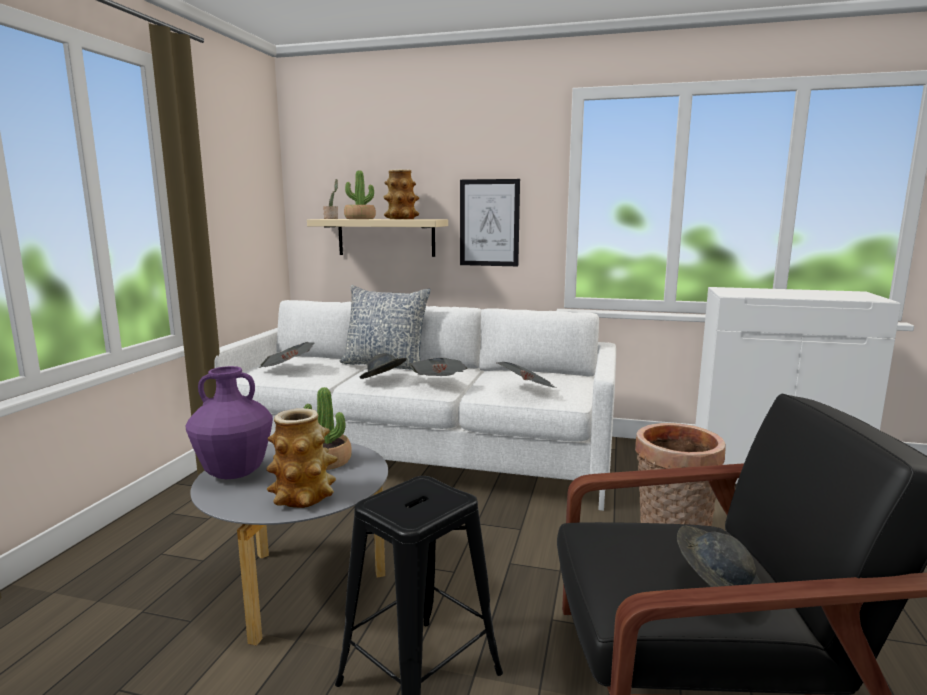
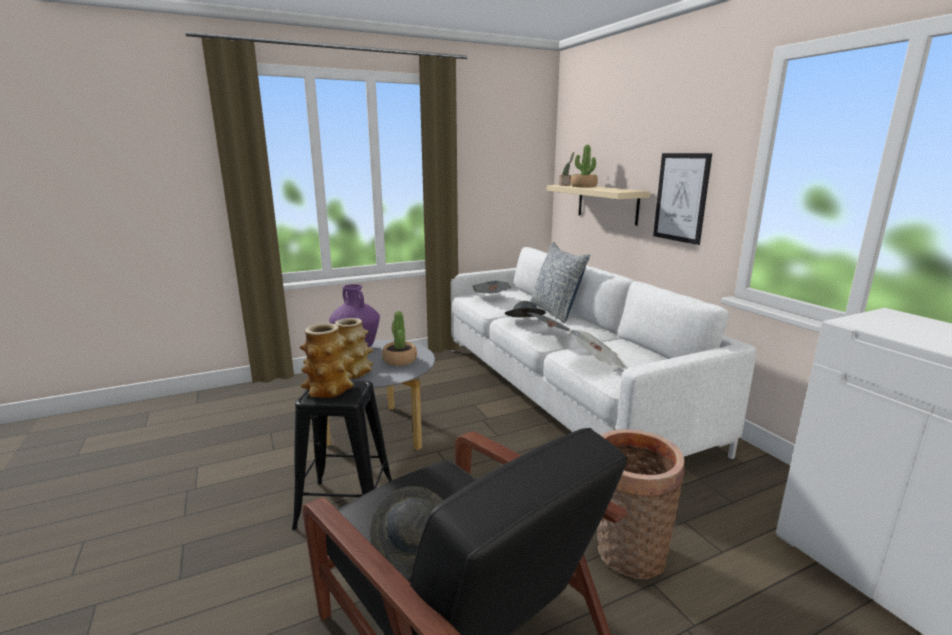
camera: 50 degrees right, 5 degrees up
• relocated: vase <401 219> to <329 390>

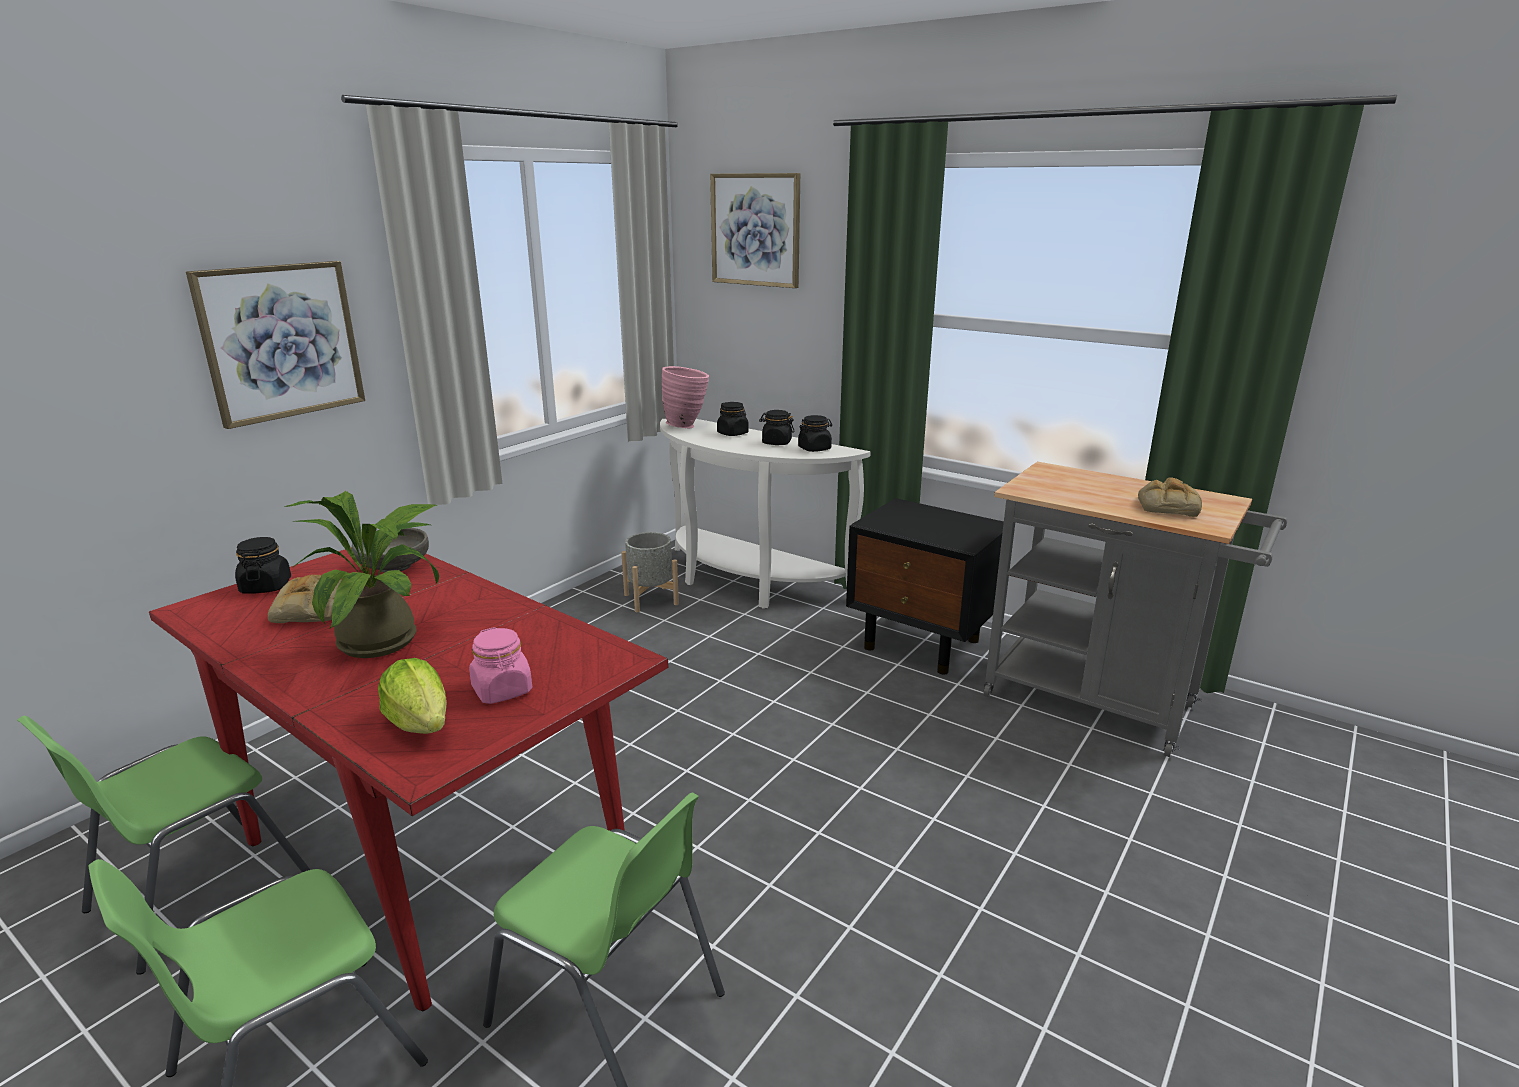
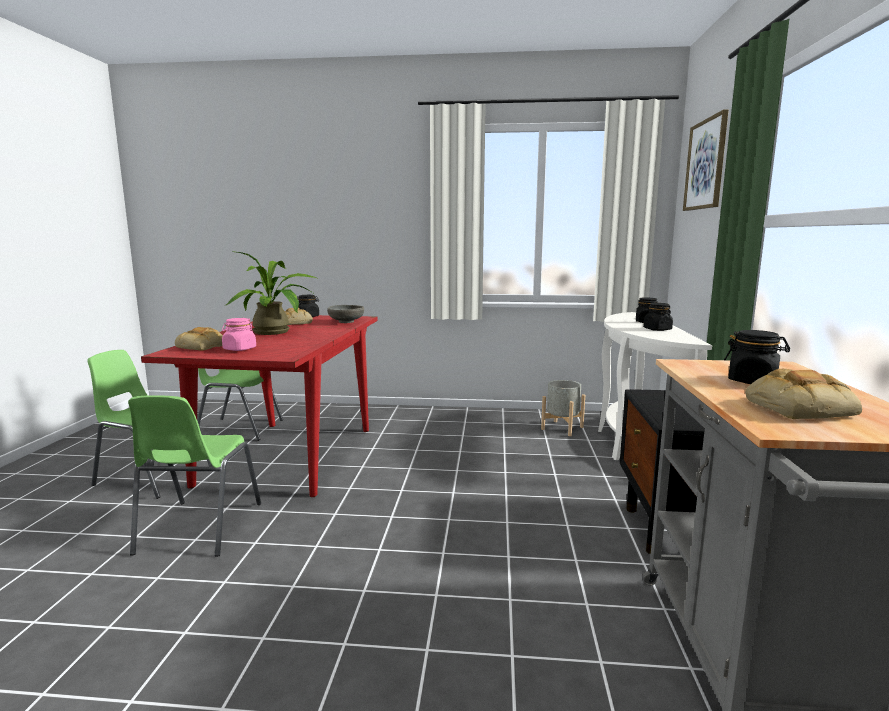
camera: 60 degrees right, 10 degrees down
• missing: picture <281 341>
• missing: pink-coloured vase <687 426>
• relocated: black jar <814 449> to <752 381>
• exchanged: lettuce head <421 723> to baked bread <204 346>

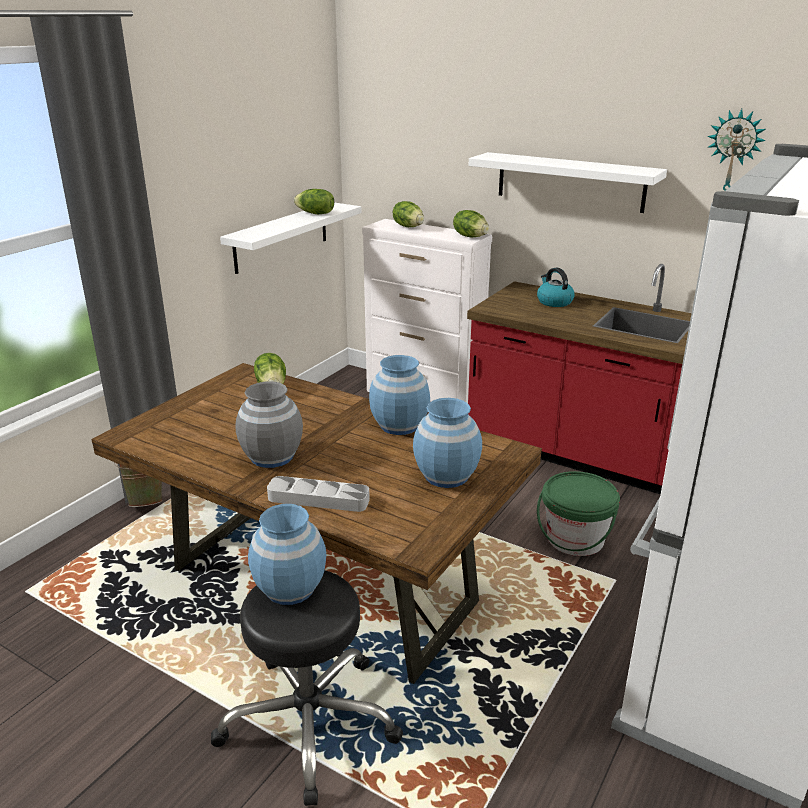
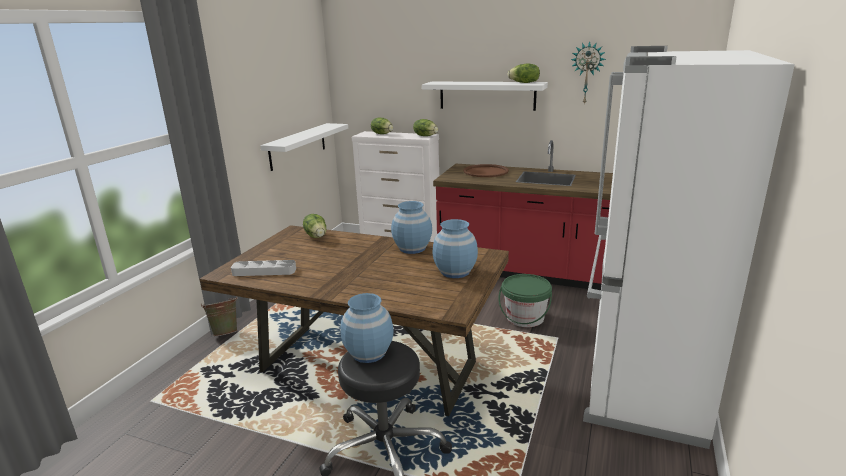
camera: 10 degrees left, 5 degrees down
• relocated: lettuce head <315 214> to <524 83>
• exchanged: tea kettle <554 302> to brown-coloured serving tray <486 171>
• missing: greyish vase <272 456>
• relocated: greyish serving tray <318 499> to <264 271>

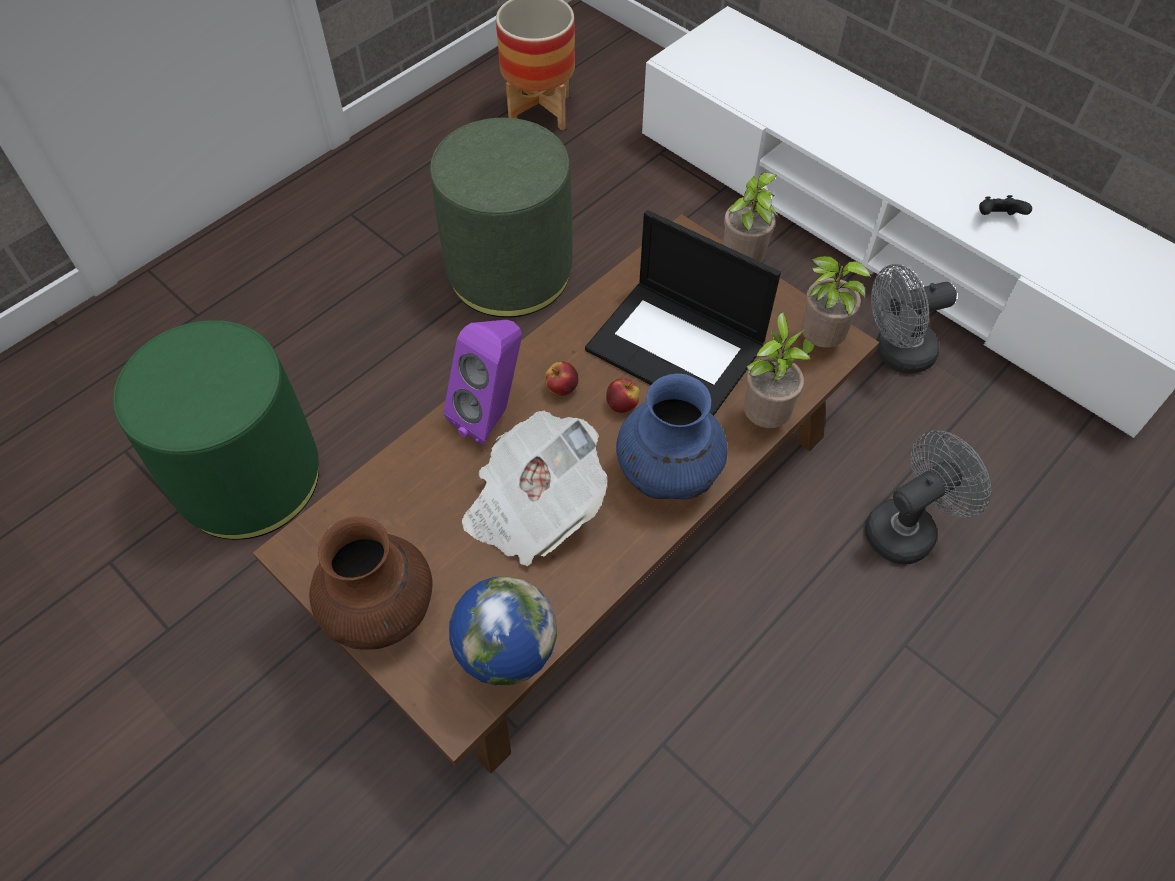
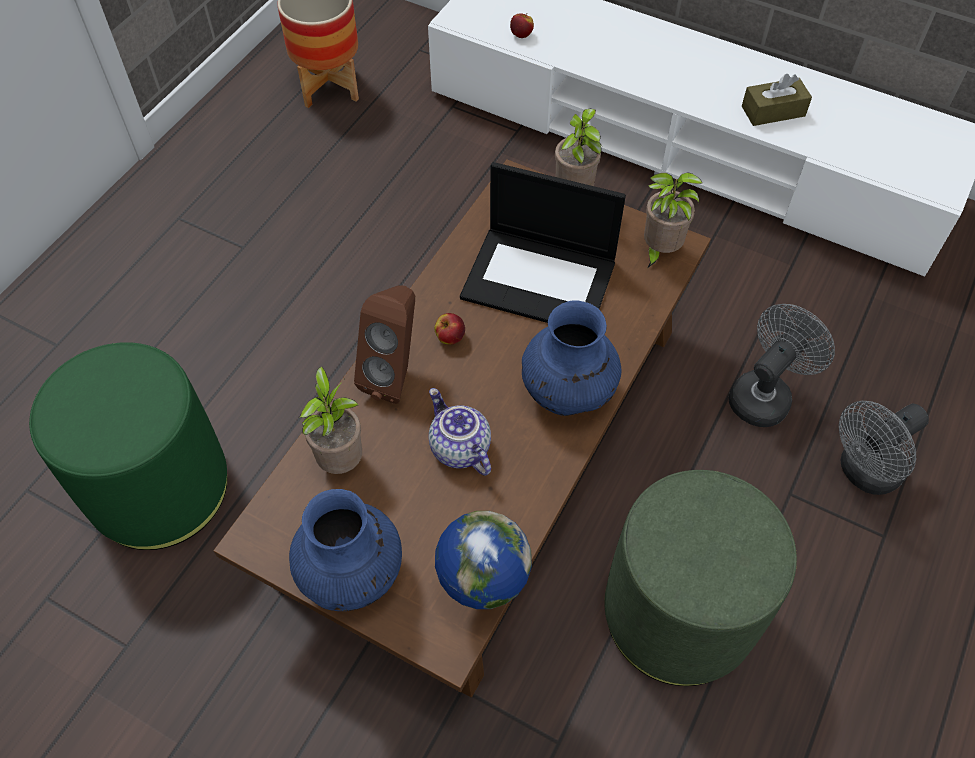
camera: 15 degrees left, 0 degrees up
• relocated: greenish footrest <509 271> to <678 613>
• exchanged: black game controller <996 218> to brown-coloured box of tissues <773 111>
• relocated: greyish electric fan <895 353> to <863 473>
• relocated: houseplant <764 417> to <341 460>
• colour: purple speaker <492 414> to brown-coloured speaker <395 374>
• relocated: whole apple <622 405> to <521 35>
• exchanged: newspaper <533 507> to tea pot <458 448>
• colour: brown-coloured vase <381 612> to blue vase <352 575>

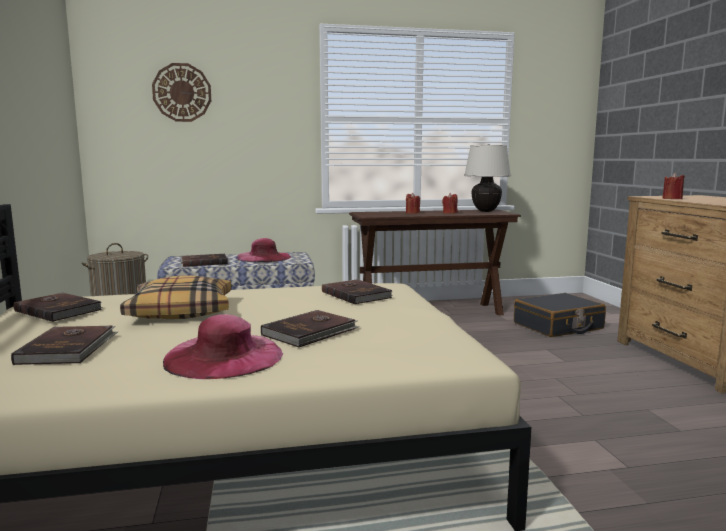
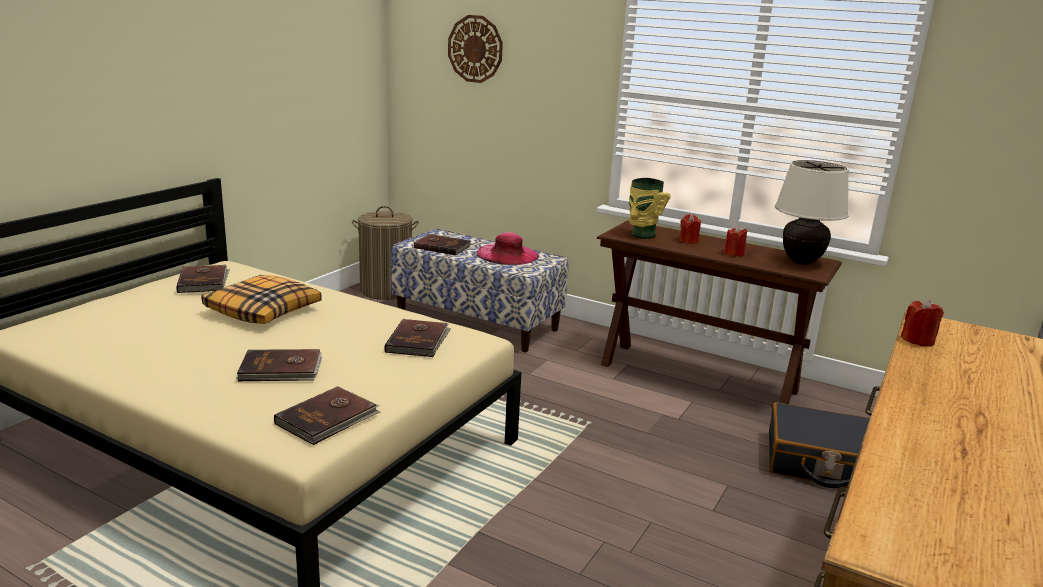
camera: 40 degrees right, 10 degrees up
• missing: pink-coloured hat <224 356>
• relocated: brown-coloured bound book <69 348> to <328 419>
• appeared: vase <641 235>

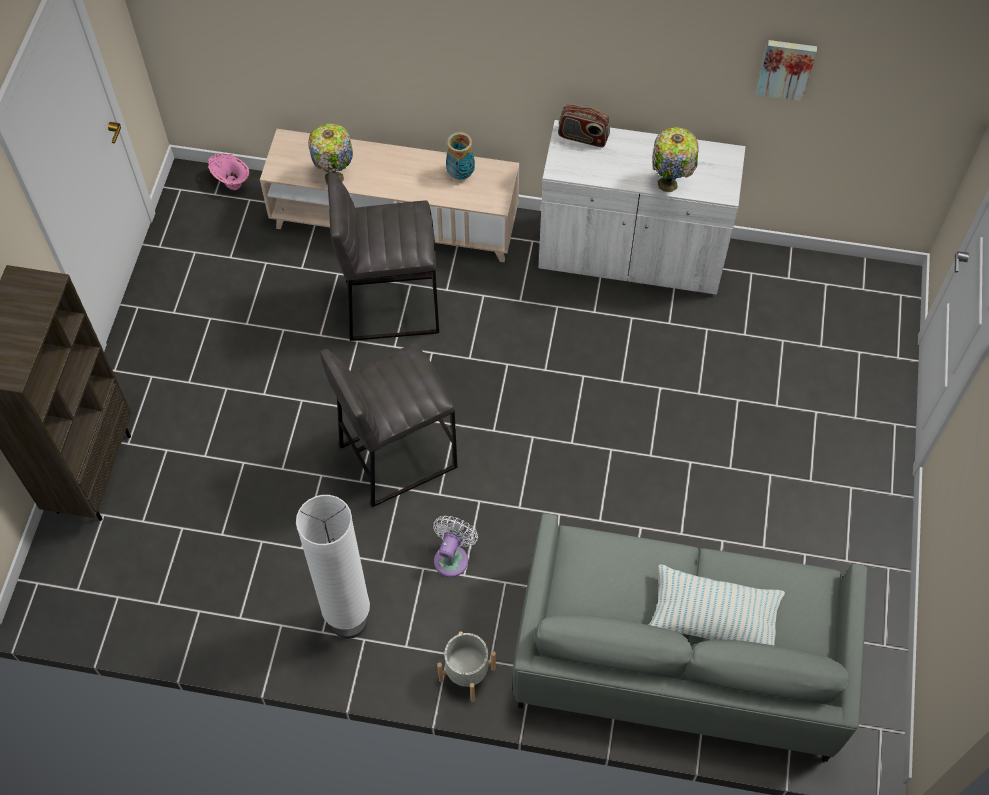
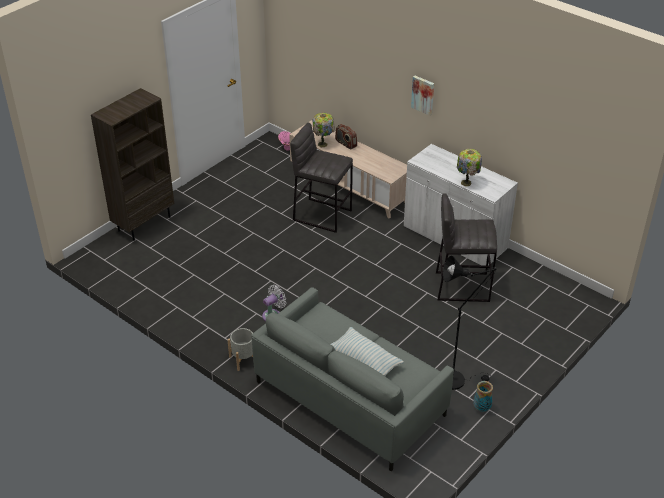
camera: 30 degrees right, 20 degrees down
• relocated: picture <786 68> to <423 94>
• relocated: radio <583 137> to <346 144>
• relocated: vase <460 174> to <481 408>
• relocated: greyish sitting stool <396 456> to <461 286>
• missing: white-coloured floor lamp <349 621>
• appeared: black floor lamp <457 379>

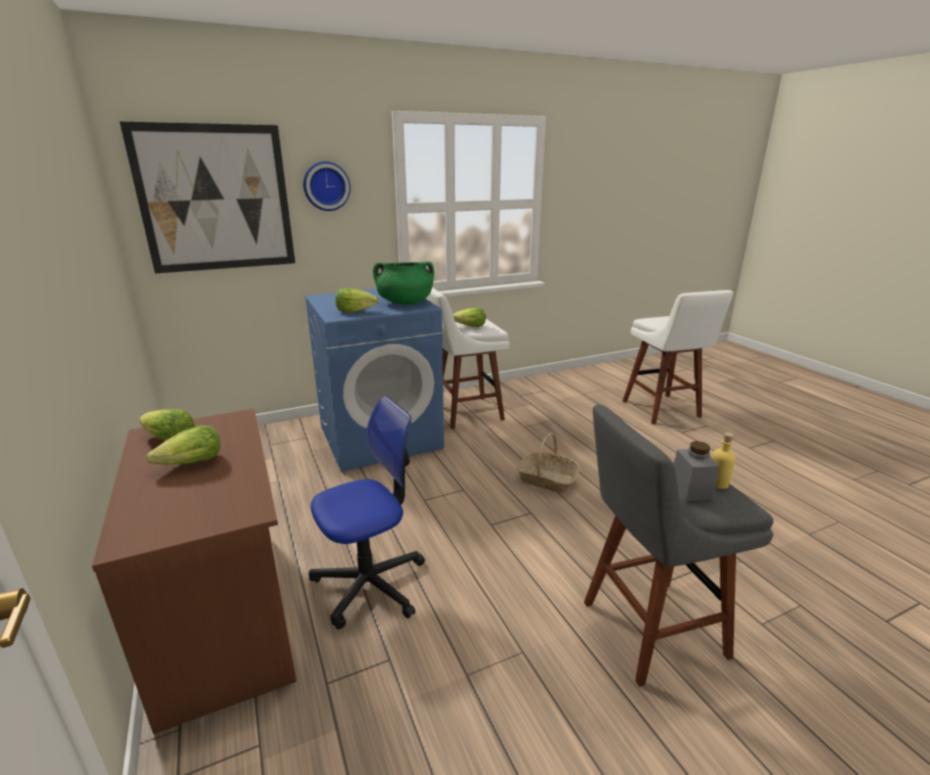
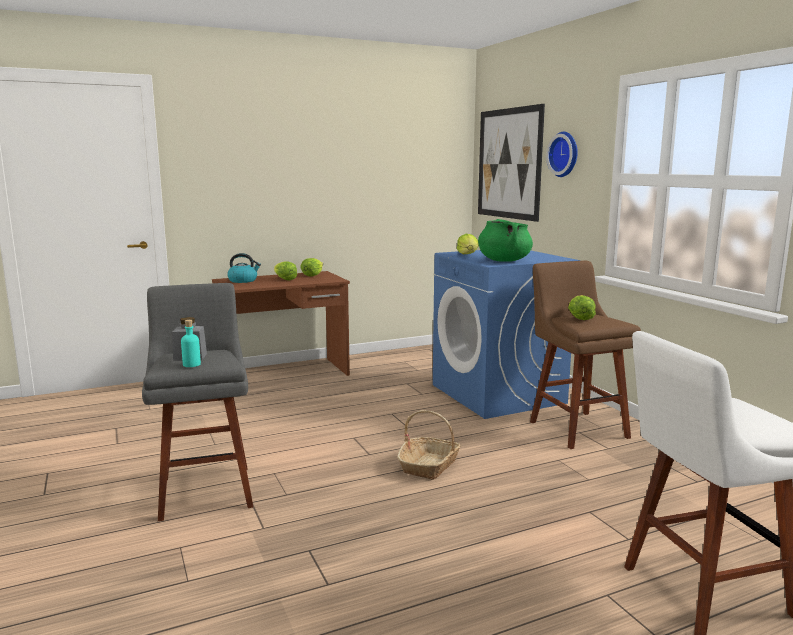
camera: 90 degrees right, 10 degrees down
• colour: white-coloured sitting stool <464 413> to brown-coloured sitting stool <575 427>
• missing: office chair <370 584>
• colour: yellow beverage bottle <717 483> to turquoise beverage bottle <191 364>
• appeared: tea kettle <243 280>

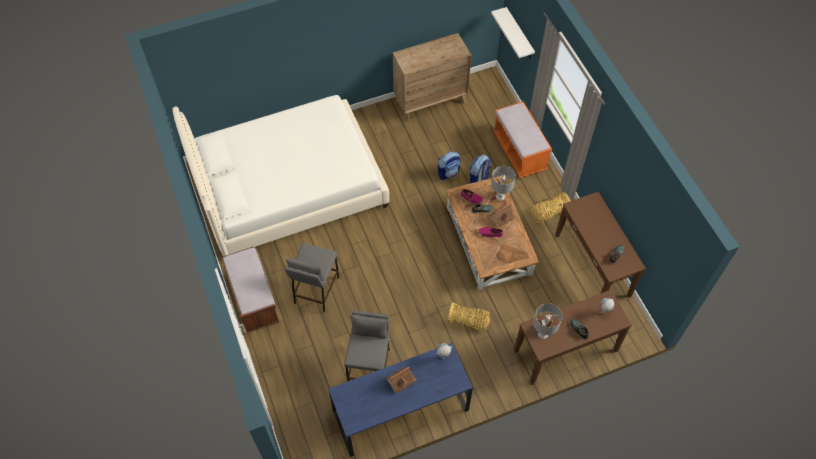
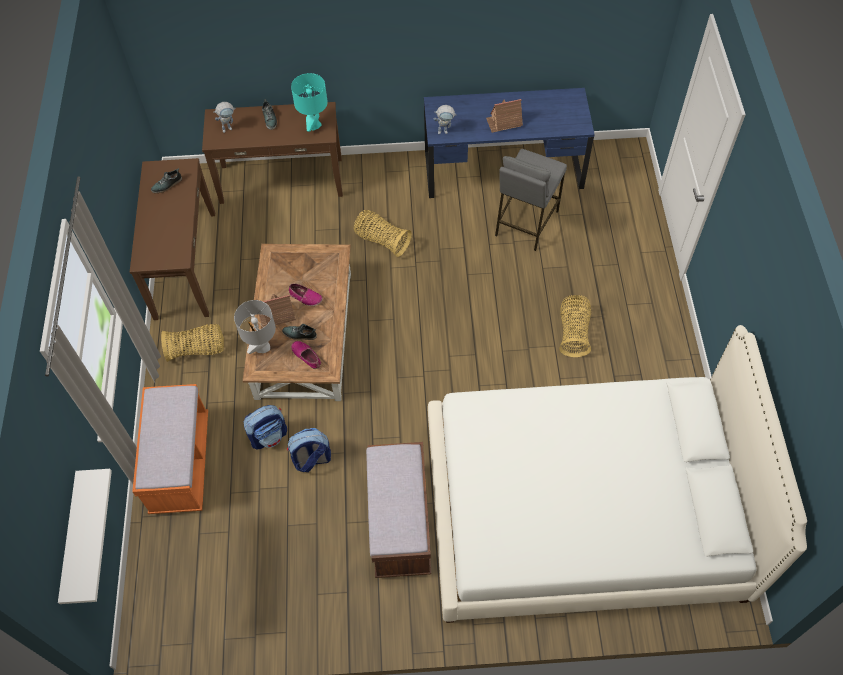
camera: 160 degrees left, 0 degrees up
• missing: brown-coloured drawer chest <430 101>
• exchanged: greyish sitting stool <316 290> to storage basket <573 332>
• relocated: brown-coloured long seat <253 300> to <400 523>
• colour: greyish lamp for a table <543 333> to turquoise lamp for a table <314 125>

